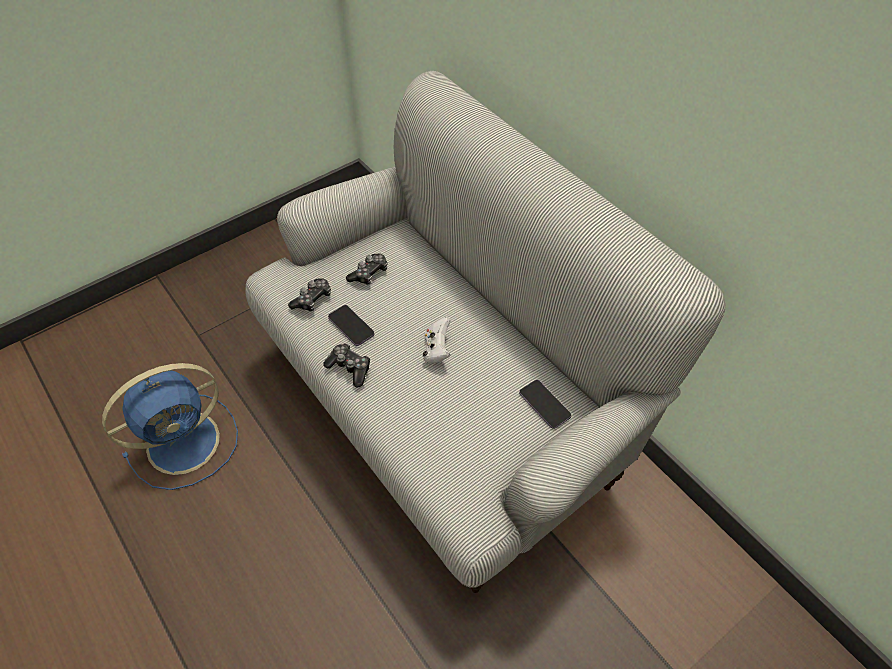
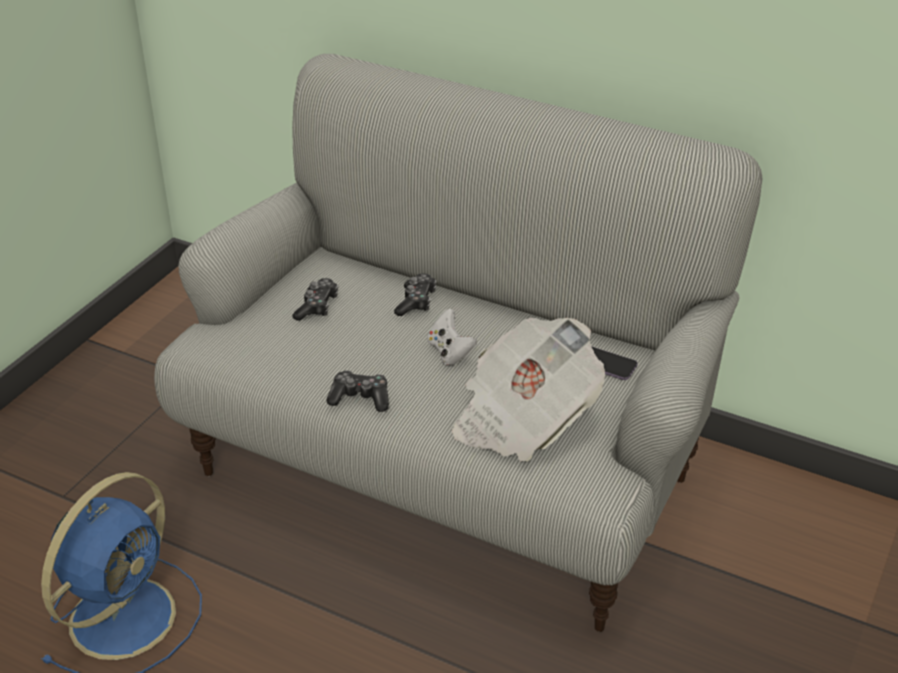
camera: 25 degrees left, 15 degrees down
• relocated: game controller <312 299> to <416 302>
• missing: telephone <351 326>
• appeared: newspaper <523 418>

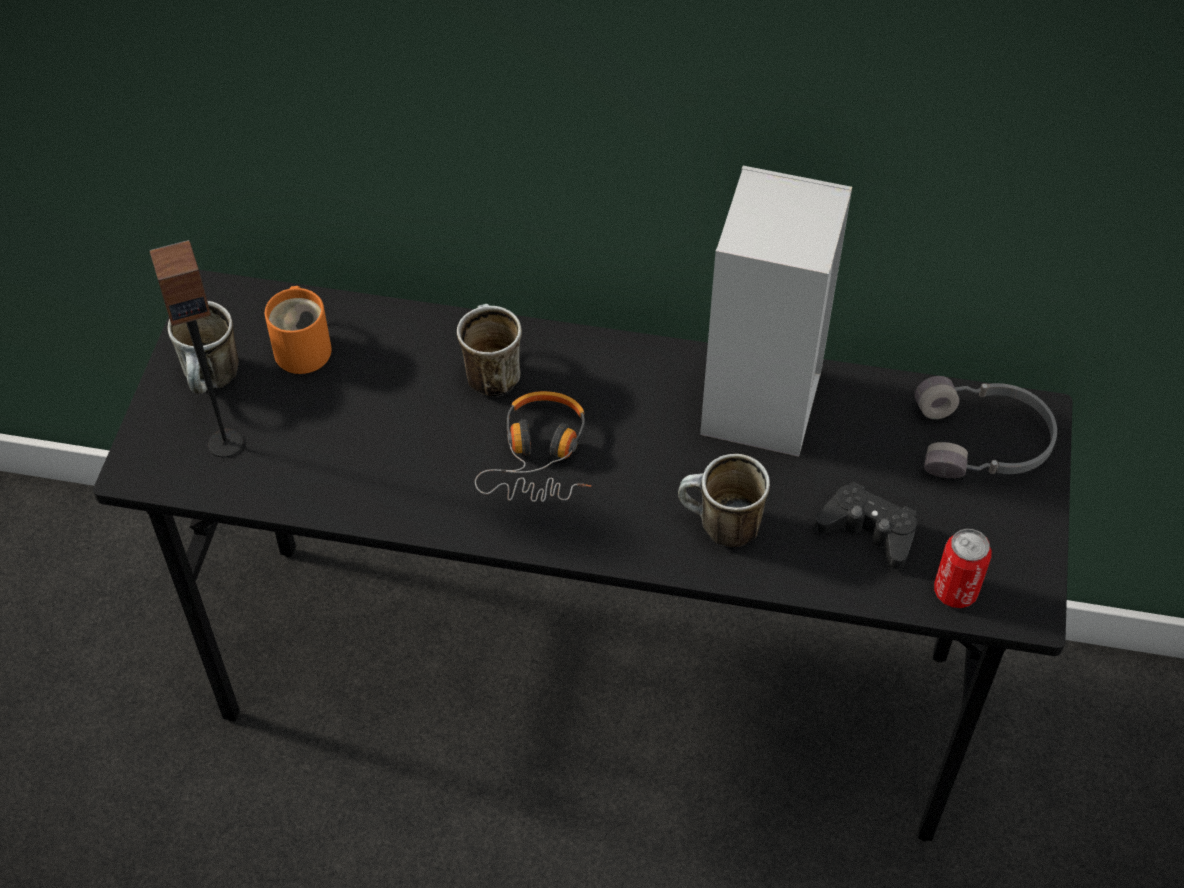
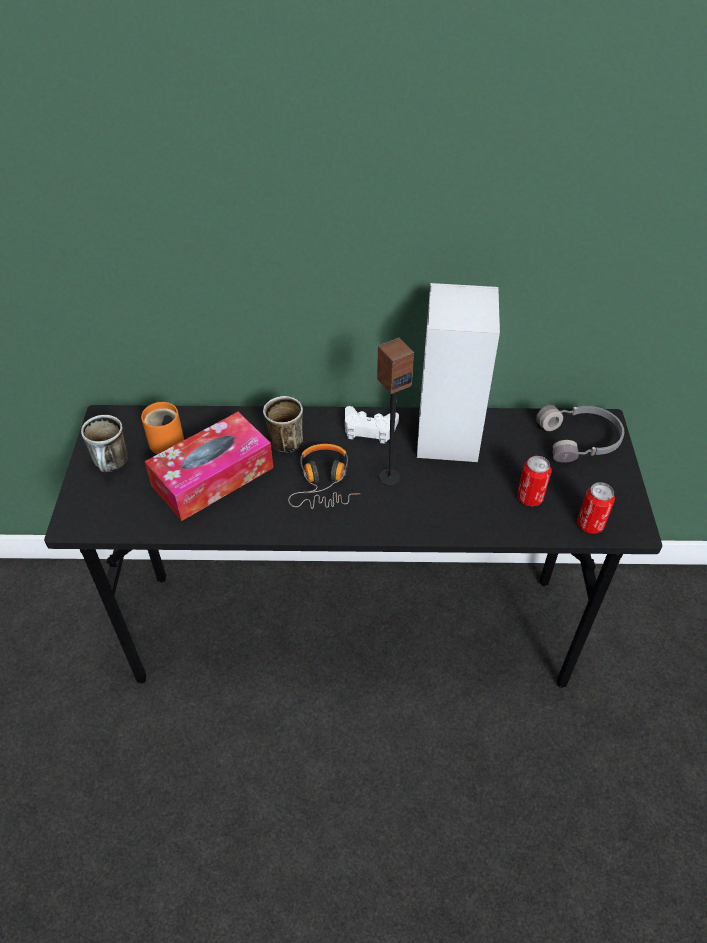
camera: 10 degrees left, 5 degrees down
• relocated: speaker <225 442> to <389 477>
• missing: tea mug <719 528>
• exchanged: black game controller <868 531> to metal can <530 498>
• appeared: white-coloured game controller <369 429>
• appeared: box of tissues <213 477>

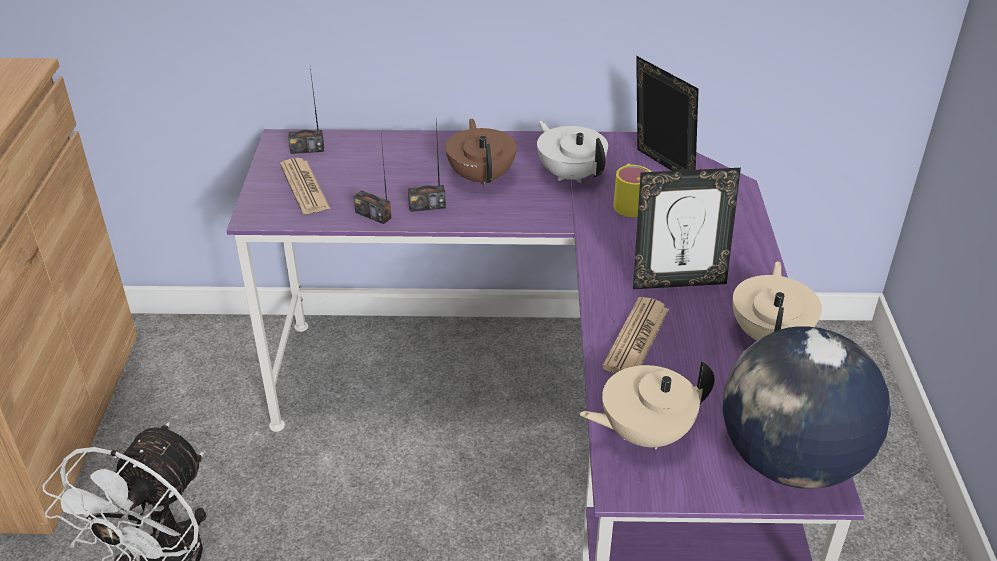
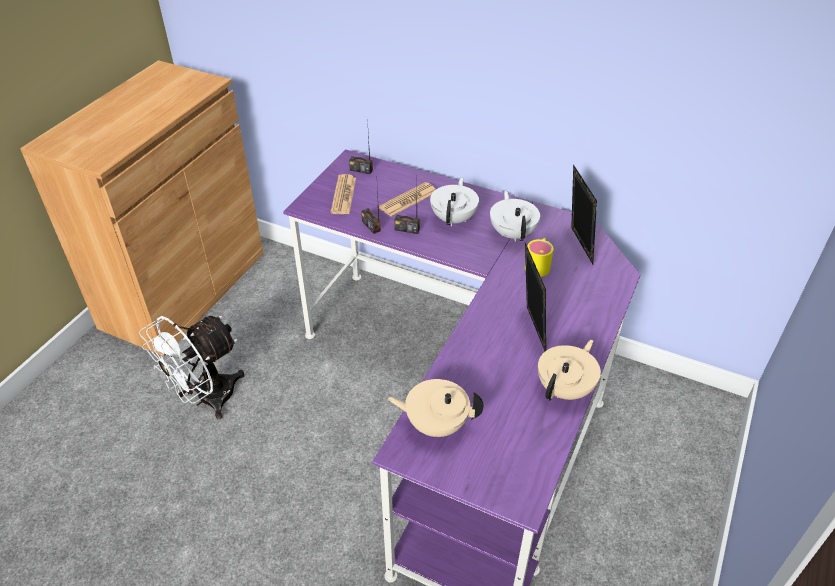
camera: 25 degrees right, 5 degrees up
• colour: brown-coloured tea pot <481 177> to white-coloured tea pot <454 218>
• spun: standing frame <678 281> = <530 330> 120 degrees counterclockwise
• relocated: newspaper <636 338> to <408 200>
• missing: world globe <789 460>

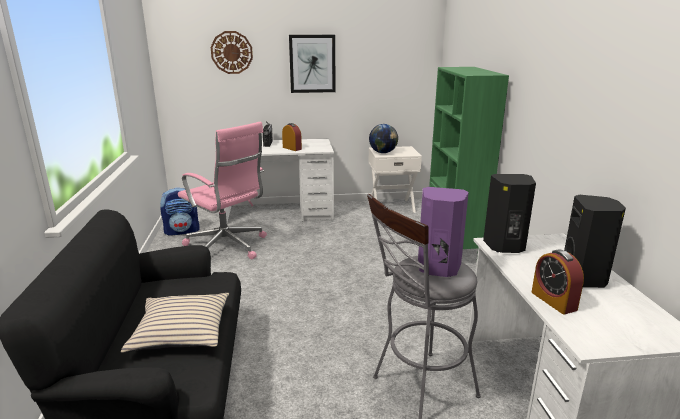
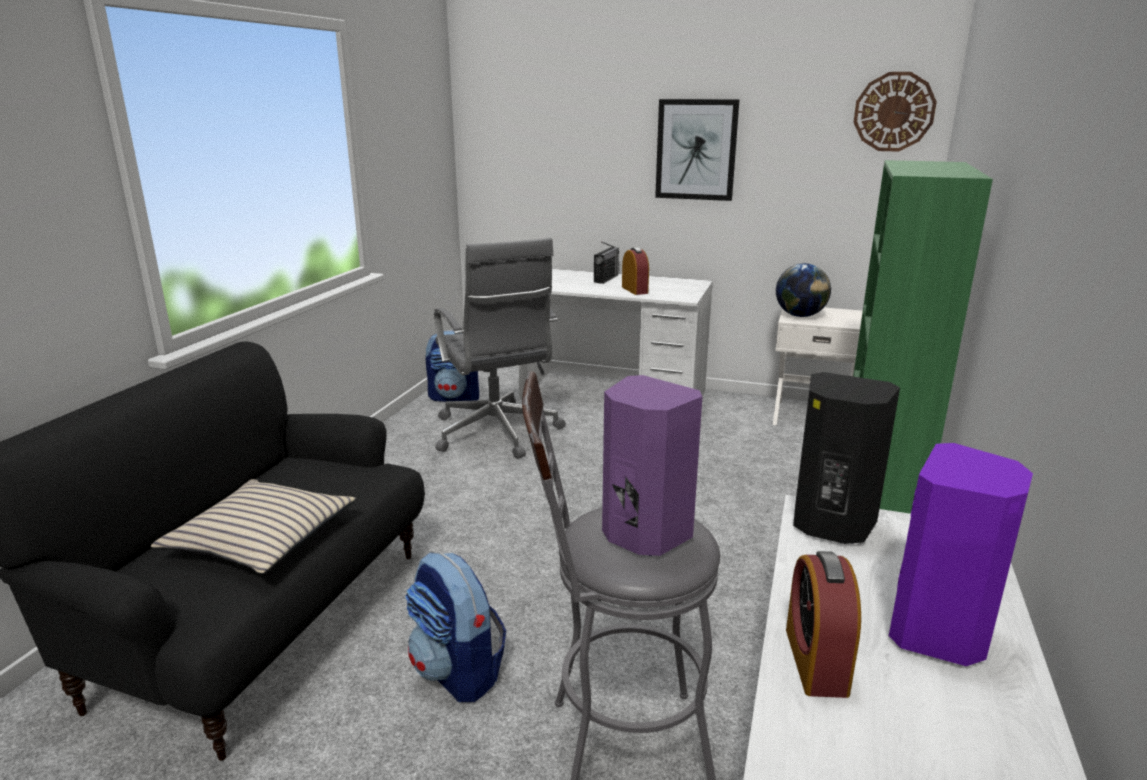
camera: 25 degrees right, 0 degrees up
• relocated: hanging clock <231 52> to <894 112>
• colour: pink-coloured office chair <227 247> to greyish office chair <497 433>
• colour: black speaker <584 279> to purple speaker <941 634>
• appeared: backpack <458 672>

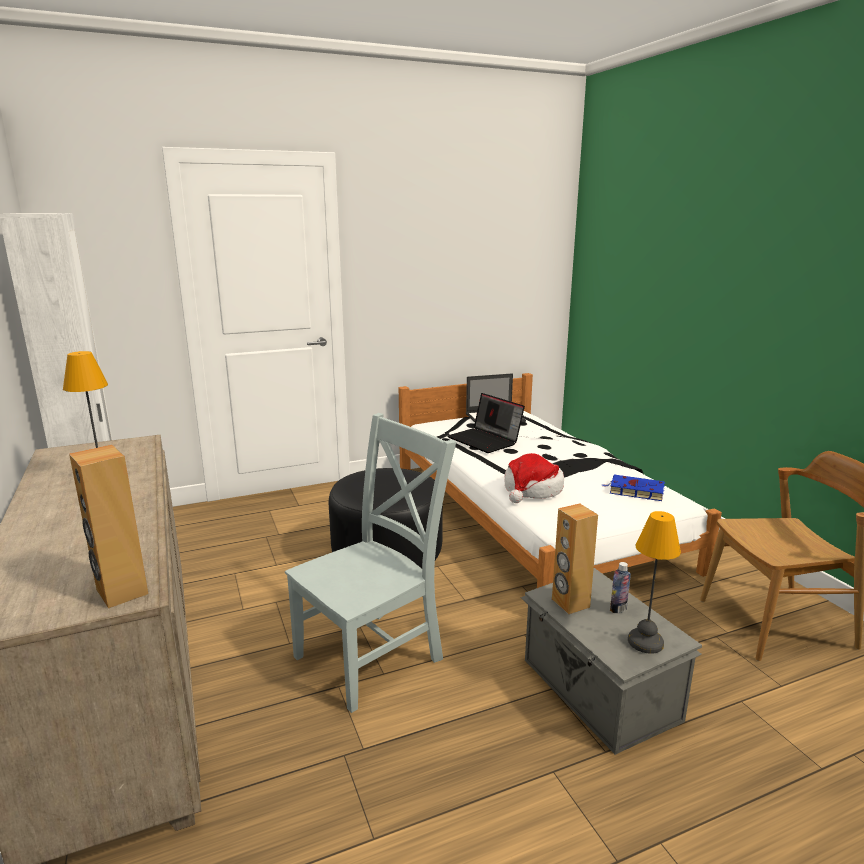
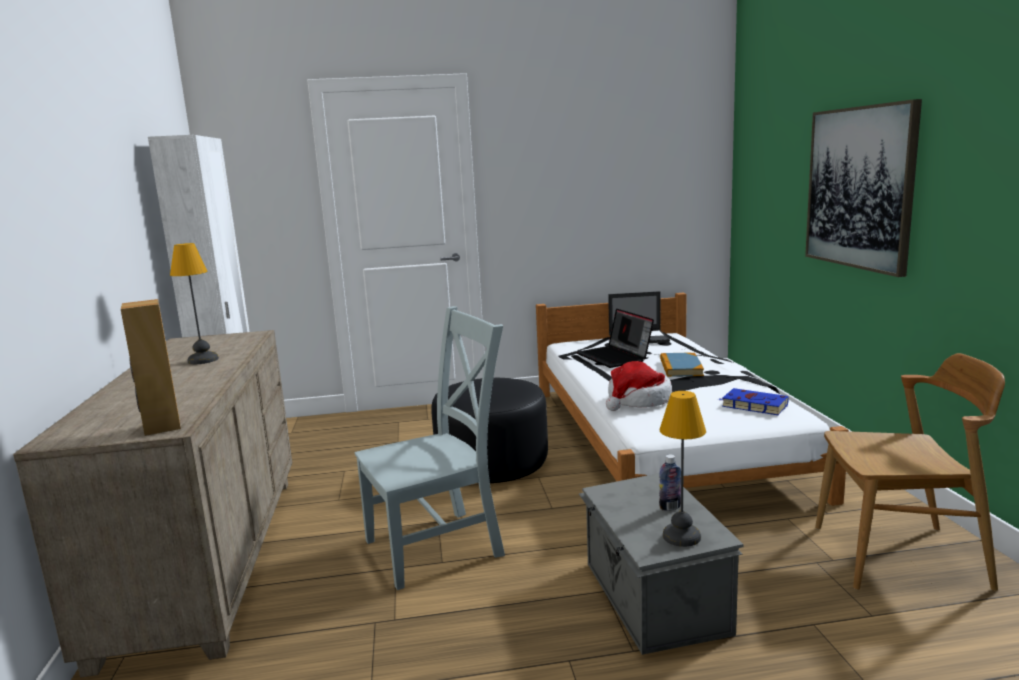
camera: 15 degrees right, 5 degrees down
• missing: brown-coloured speaker <570 603>
• appeared: picture <859 187>
• appeared: bound book <680 367>

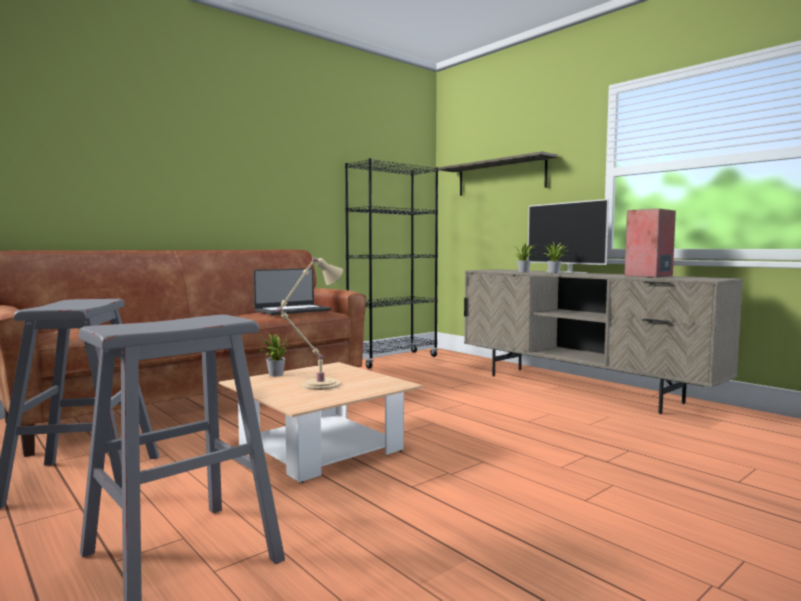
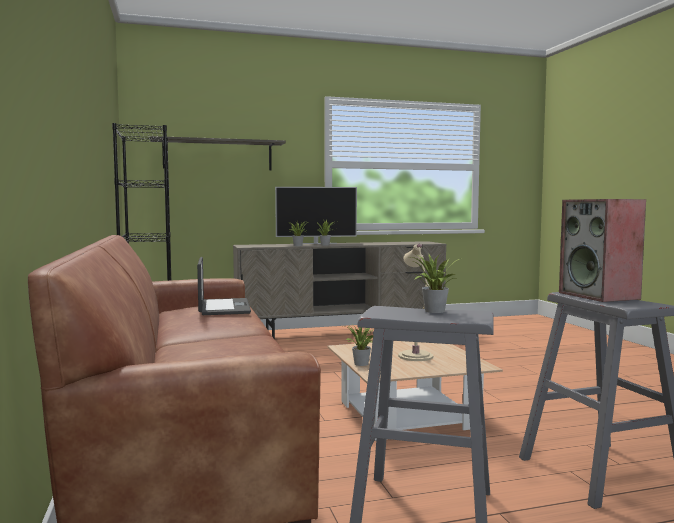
camera: 65 degrees left, 0 degrees up
• relocated: speaker <649 276> to <600 296>
• appeared: houseplant <433 311>

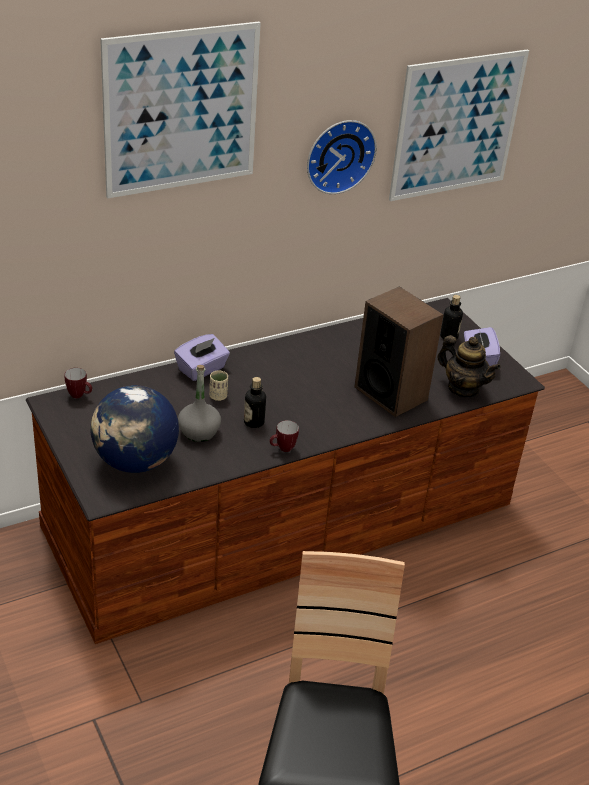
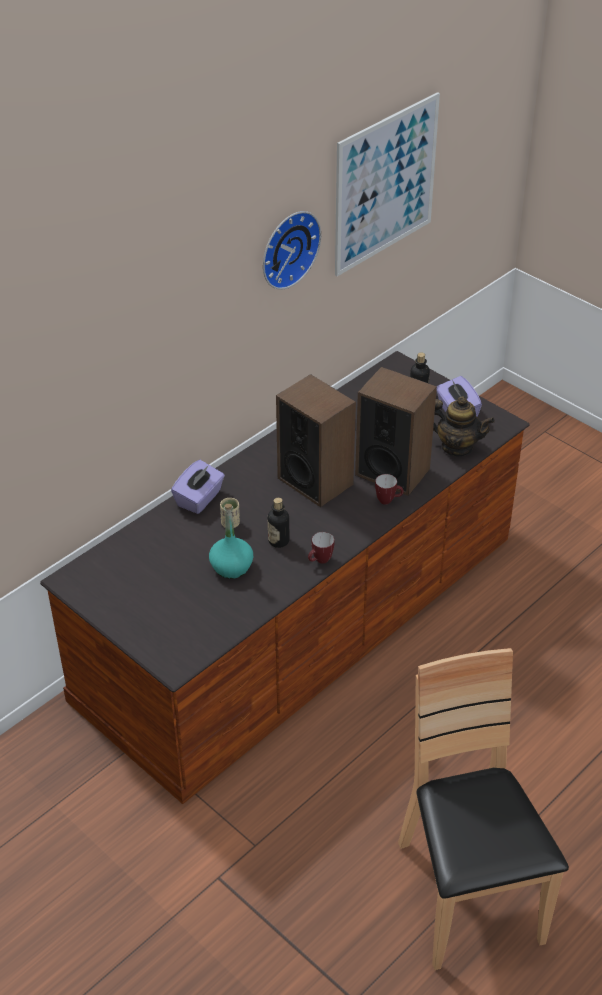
camera: 15 degrees left, 5 degrees up
• missing: picture <181 110>
• colour: greyish beverage bottle <199 432> to turquoise beverage bottle <231 567>
• relocated: tea mug <79 395> to <388 500>
• missing: world globe <135 462>
• appeared: speaker <315 481>

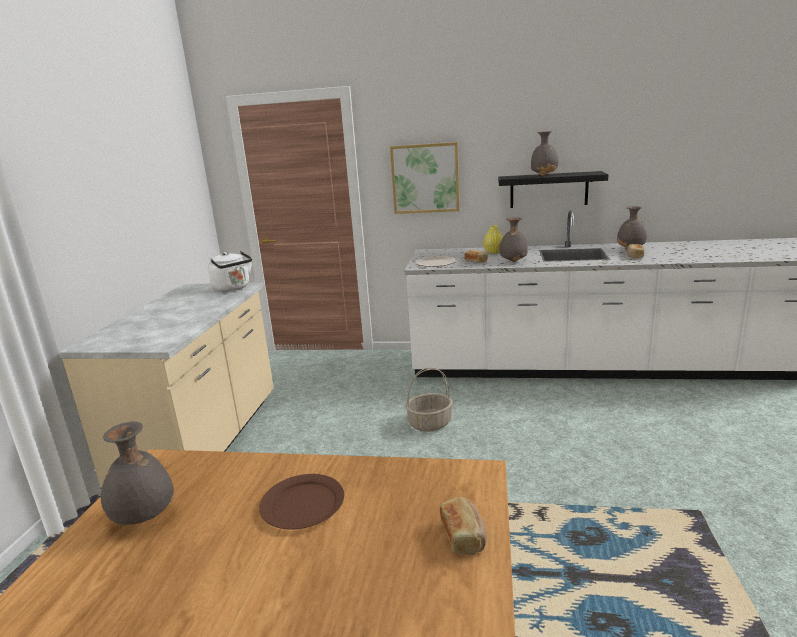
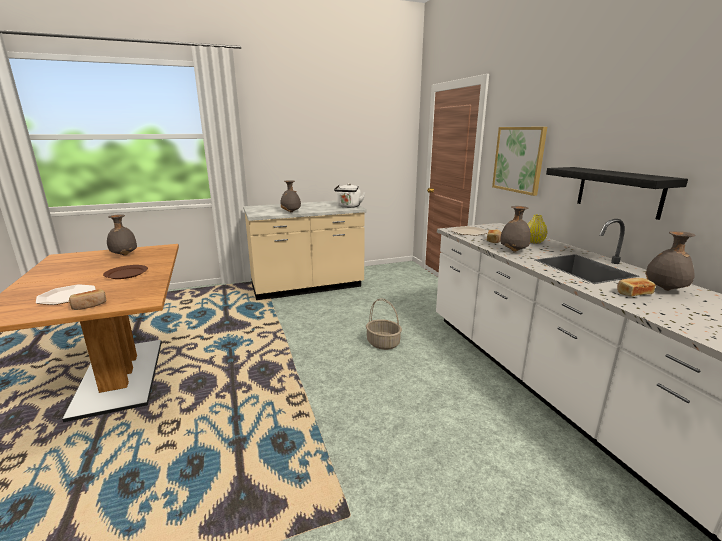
camera: 60 degrees right, 0 degrees up
• relocated: greyish vase <544 175> to <291 212>
• appeared: plate <66 296>

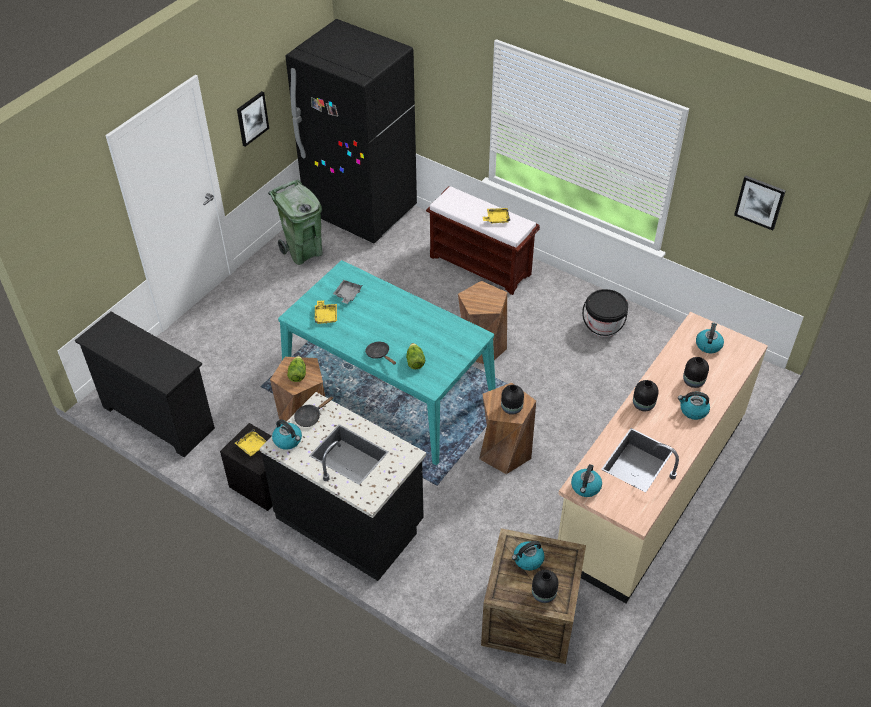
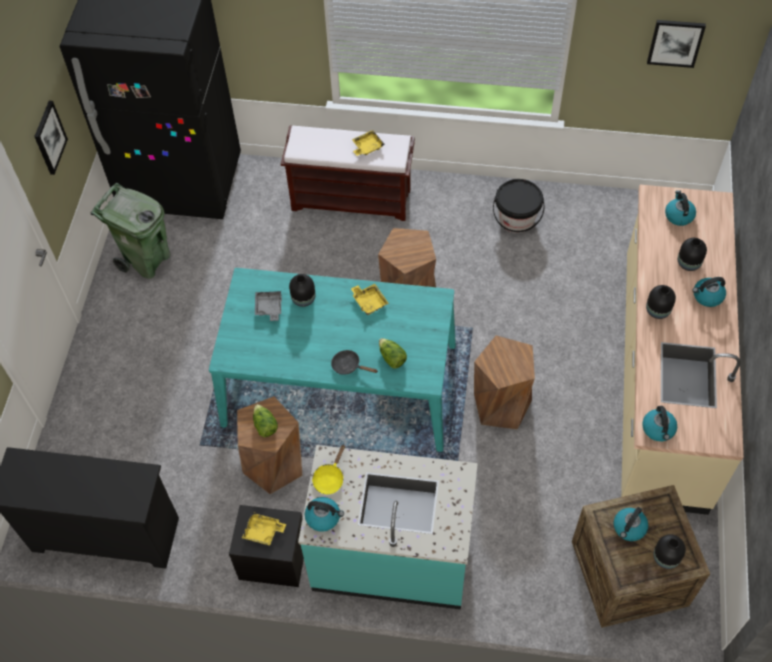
camera: 25 degrees left, 10 degrees up
• relocated: yellow serving tray <326 316> to <369 302>
• relocated: black vase <511 408> to <303 299>
• colour: black kitchen base unit <350 520> to turquoise kitchen base unit <392 555>
• colour: black pan <310 417> to yellow pan <330 478>

